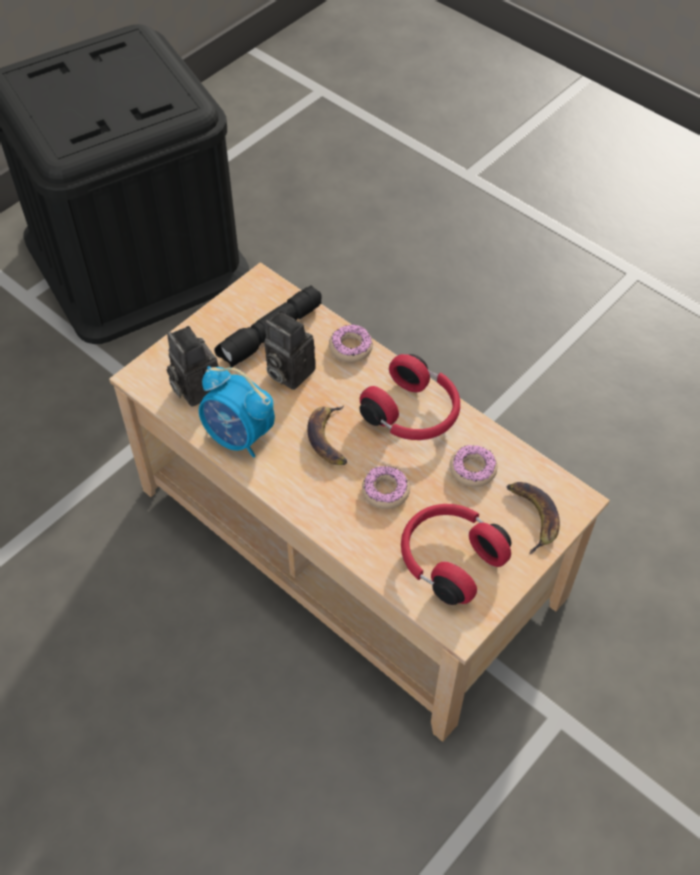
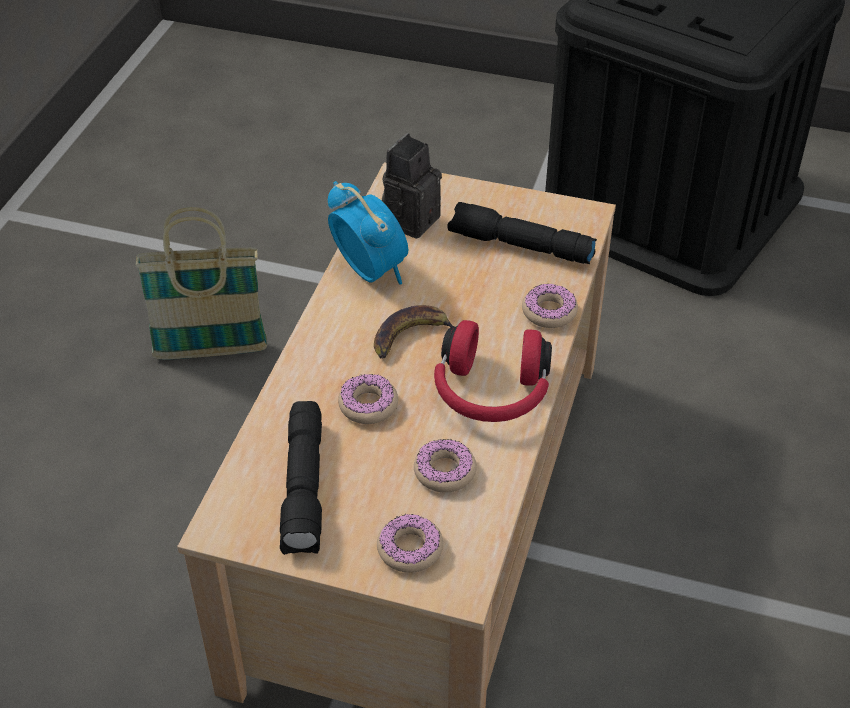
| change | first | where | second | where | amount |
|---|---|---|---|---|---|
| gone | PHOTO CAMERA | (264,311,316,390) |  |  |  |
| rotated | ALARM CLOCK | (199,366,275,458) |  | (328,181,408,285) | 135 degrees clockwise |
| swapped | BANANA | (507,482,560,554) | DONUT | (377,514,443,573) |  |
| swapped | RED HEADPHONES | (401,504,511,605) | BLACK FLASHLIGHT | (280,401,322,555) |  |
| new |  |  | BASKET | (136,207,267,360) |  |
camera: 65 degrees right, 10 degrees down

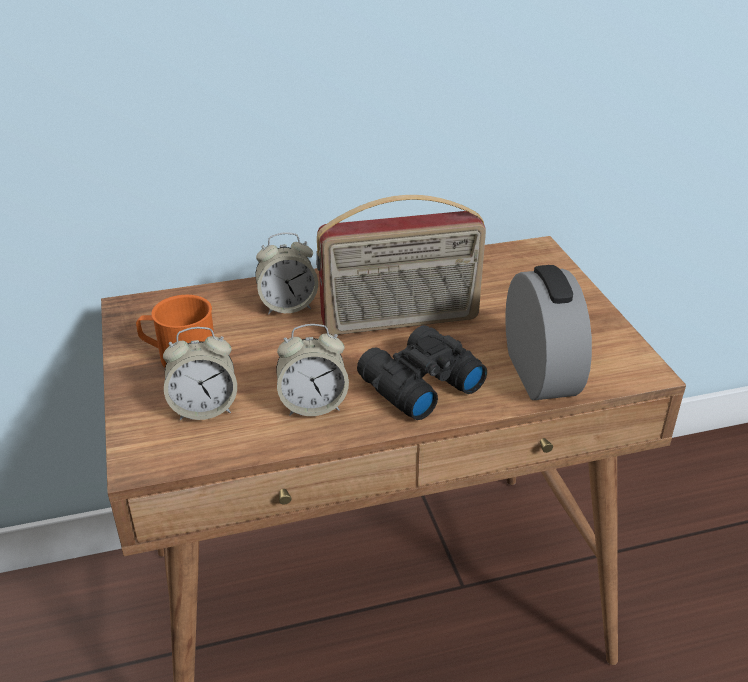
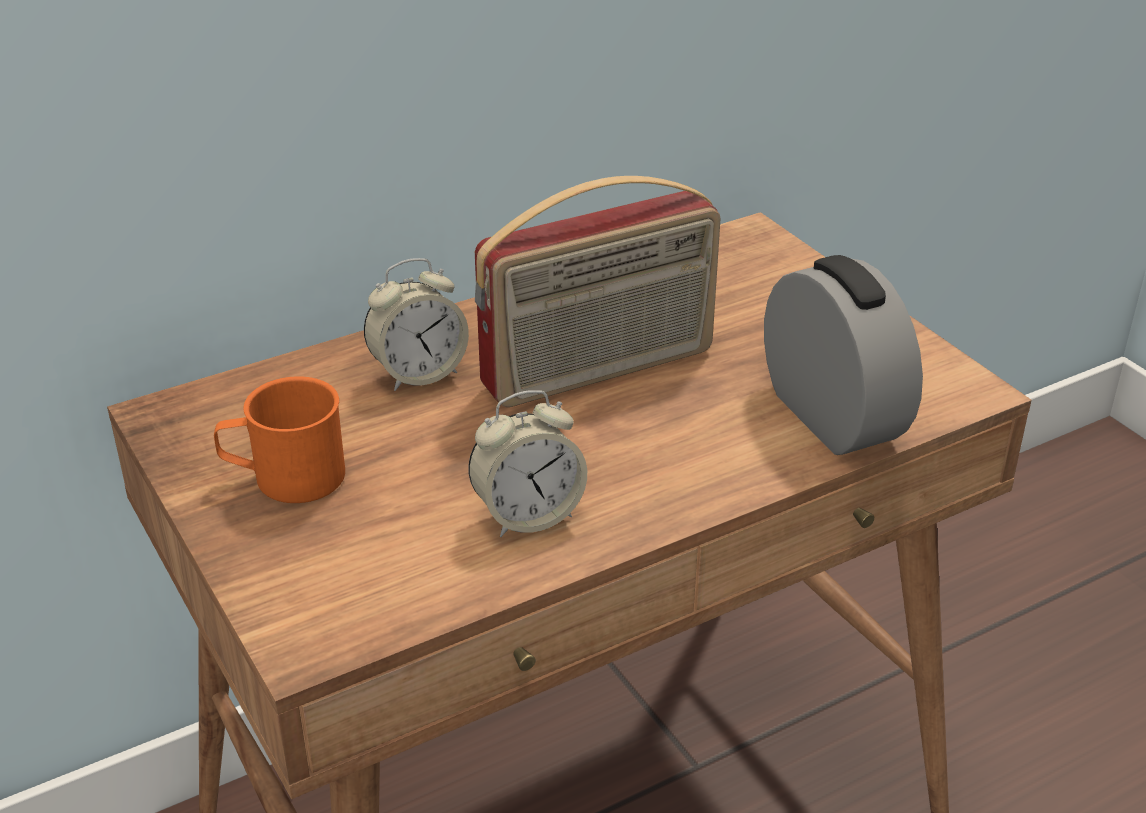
| change | first | where | second | where | amount |
|---|---|---|---|---|---|
| gone | BLACK BINOCULARS | (357,325,487,420) |  |  |  |
| gone | ALARM CLOCK | (163,327,237,420) |  |  |  |
camera: 15 degrees left, 0 degrees up

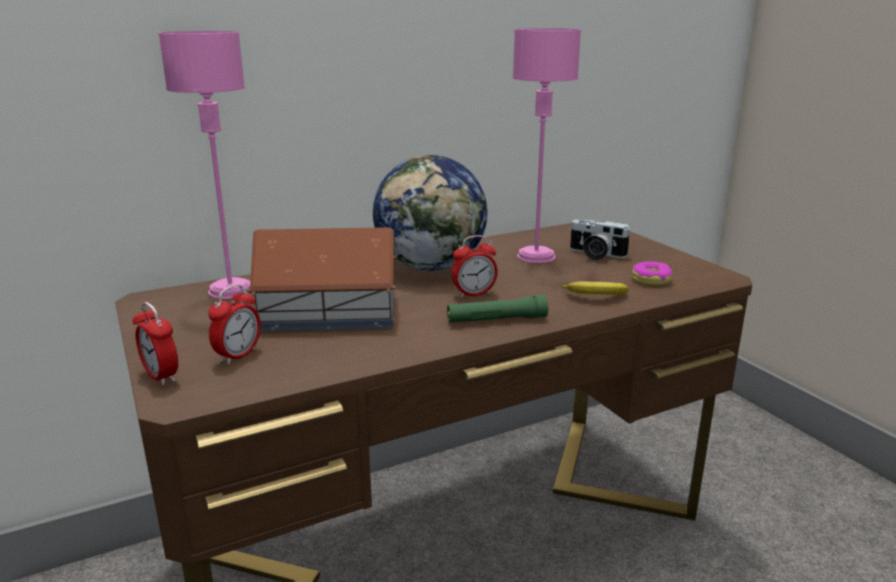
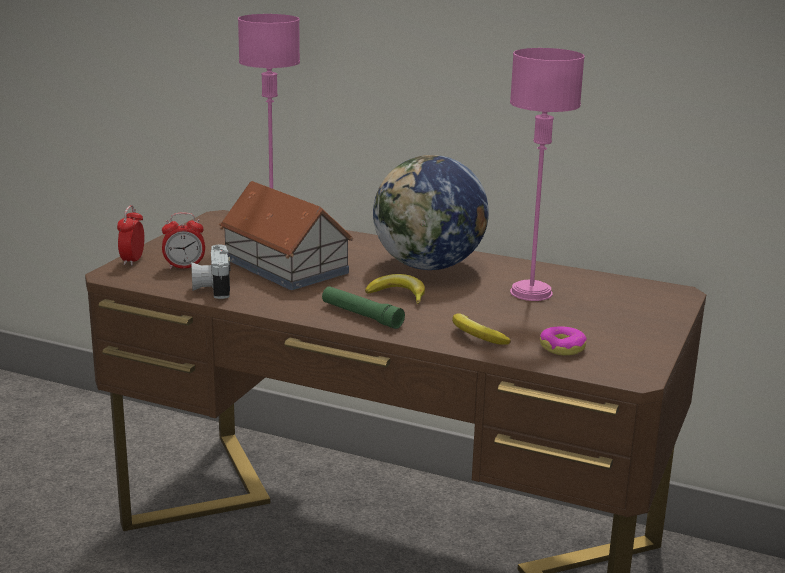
| change | first | where | second | where | amount |
|---|---|---|---|---|---|
| shifted | PHOTO CAMERA | (570,220,631,261) |  | (191,245,230,299) |  |
| swapped | ALARM CLOCK | (451,235,498,298) | BANANA | (365,274,425,304) |  |
camera: 50 degrees right, 0 degrees up

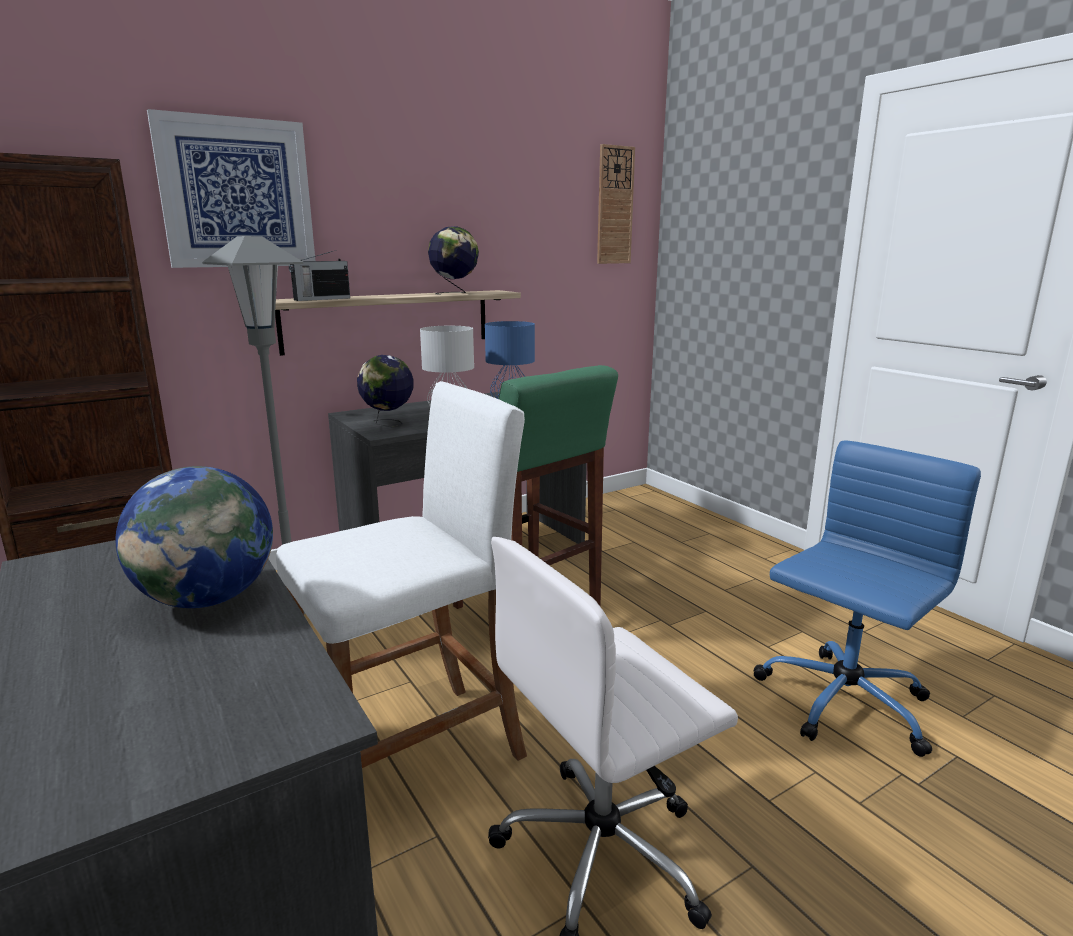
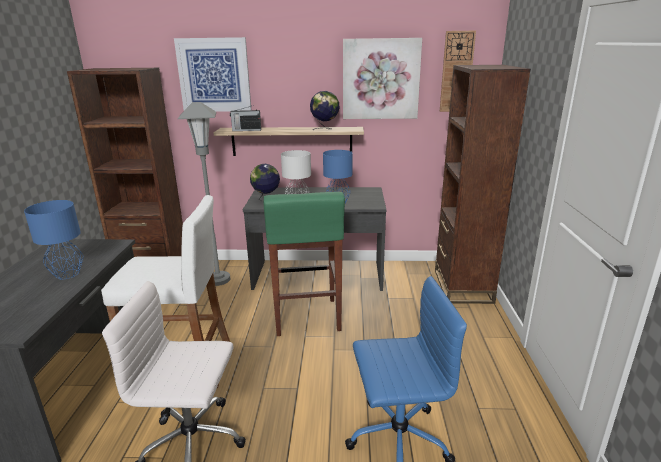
| change | first | where | second | where | amount |
|---|---|---|---|---|---|
| swapped | GLOBE | (116,466,273,608) | BLUE TABLE LAMP | (24,200,84,280) |  |
| new |  |  | PICTURE | (343,38,422,119) |  |
| new |  |  | BROWN BOOKCASE | (435,65,531,304) |  |
camera: 35 degrees right, 5 degrees up

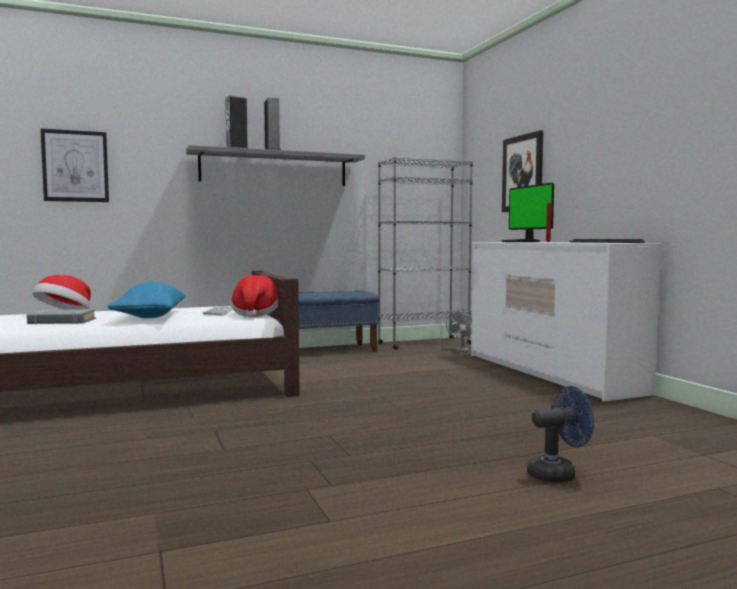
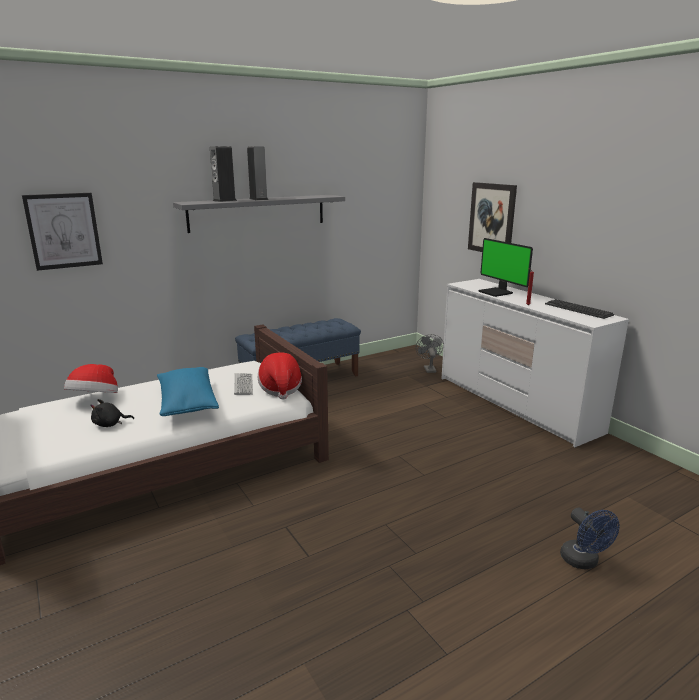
| change | first | where | second | where | amount |
|---|---|---|---|---|---|
| gone | GREY BOOKCASE | (378,157,473,350) |  |  |  |
| swapped | GREY BOOK | (27,309,96,324) | BLACK PLUSH TOY | (90,399,134,427) |  |
| rotated | BLUE FAN | (527,386,594,483) |  | (560,508,620,570) | 90 degrees clockwise |
camera: 10 degrees left, 15 degrees up

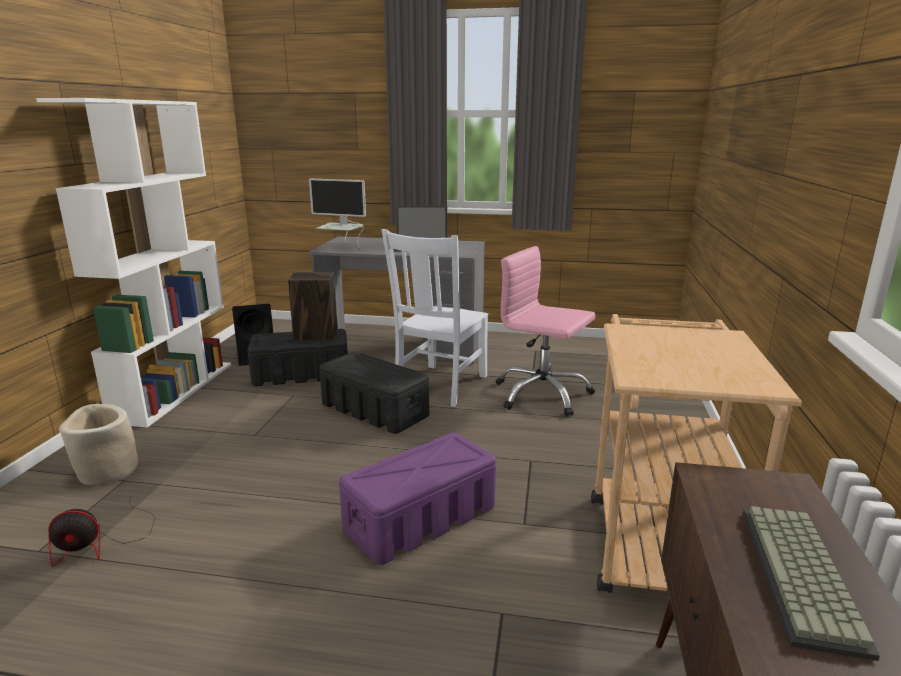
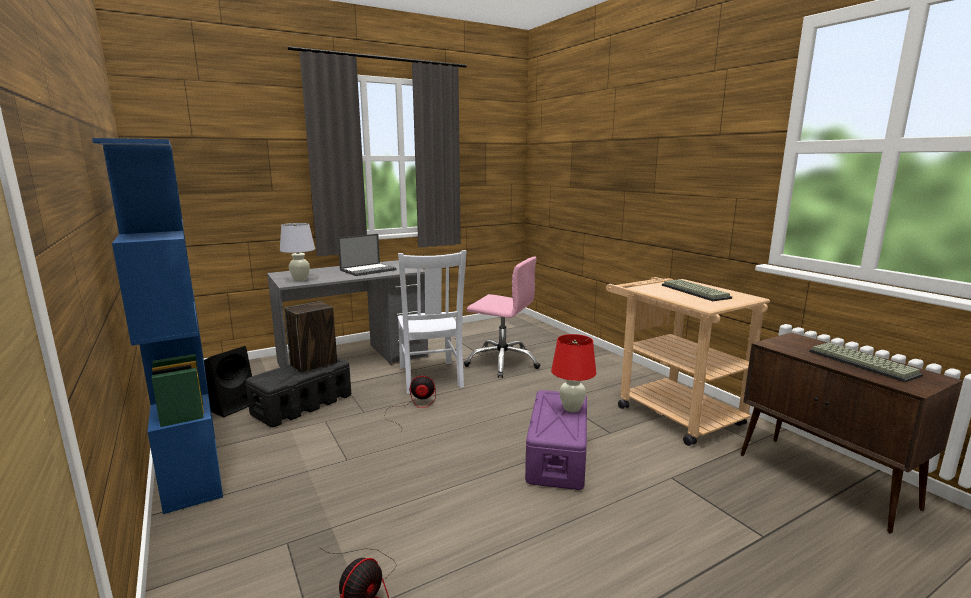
| change | first | where | second | where | amount |
|---|---|---|---|---|---|
| repainted | WHITE BOOKCASE | (36,98,231,428) | BLUE BOOKCASE | (92,138,223,514) |  |
| swapped | MONITOR | (309,179,366,248) | WHITE TABLE LAMP | (280,223,315,281) |  |
| rotated | PINK OFFICE CHAIR | (496,246,595,416) |  | (464,256,541,378) | 150 degrees counterclockwise |
| swapped | BLACK STORAGE BOX | (319,352,429,434) | FAN | (384,376,436,433) |  |
| gone | BEIGE PLANTER | (59,404,138,485) |  |  |  |
| new |  |  | KEYBOARD | (662,279,732,301) |  |
| new |  |  | RED TABLE LAMP | (551,334,596,412) |  |
camera: 40 degrees left, 5 degrees down

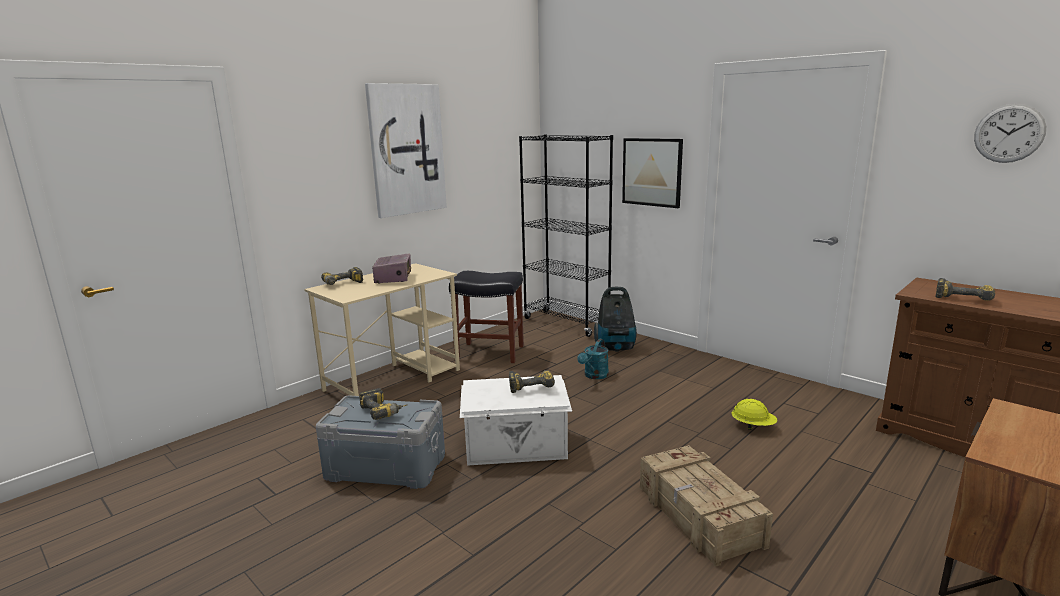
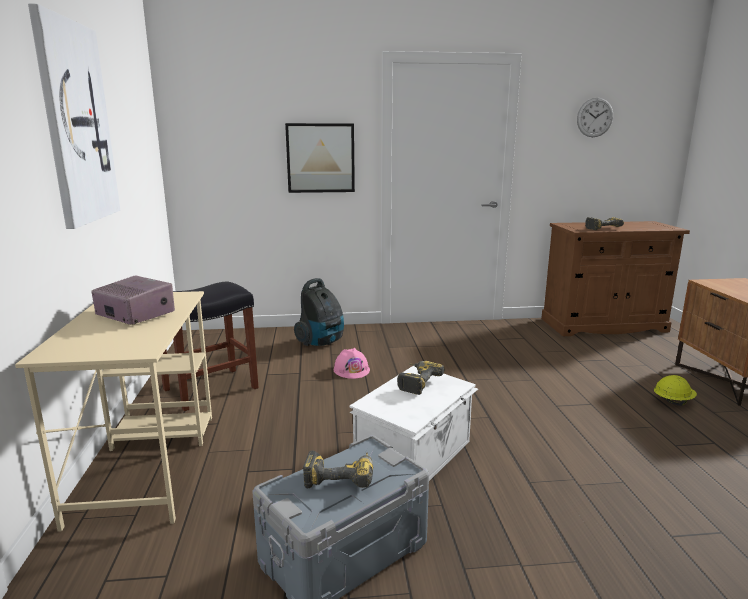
| change | first | where | second | where | amount |
|---|---|---|---|---|---|
| gone | BLACK BOOKCASE | (519,135,613,337) |  |  |  |
| gone | POWER DRILL | (321,267,363,285) |  |  |  |
| swapped | TURQUOISE WATERING CAN | (577,339,609,379) | PINK HARD HAT | (334,348,370,379) |  |
| shifted | YELLOW HARD HAT | (732,399,778,430) |  | (654,375,697,406) |  |
| gone | CRATE | (640,445,773,567) |  |  |  |
camera: 50 degrees left, 0 degrees up

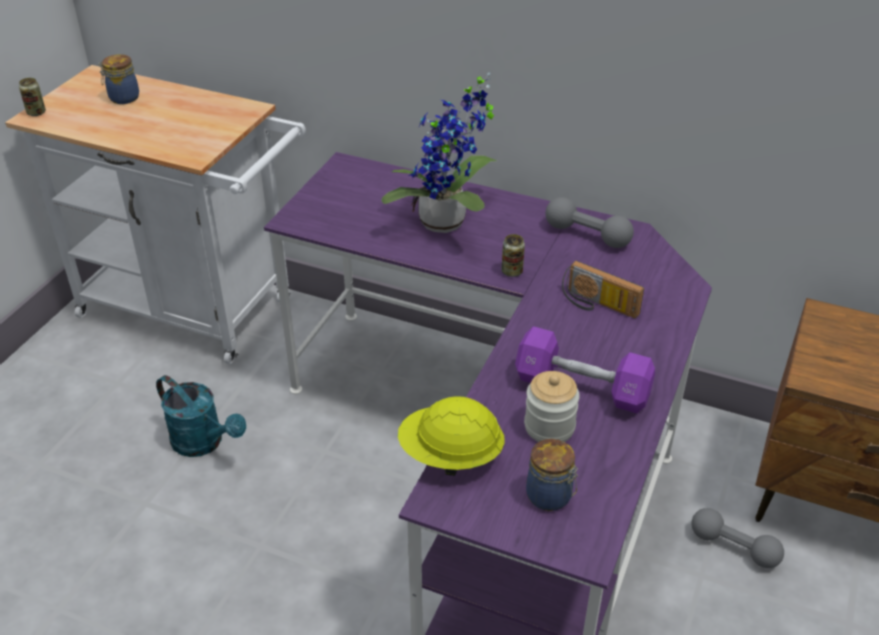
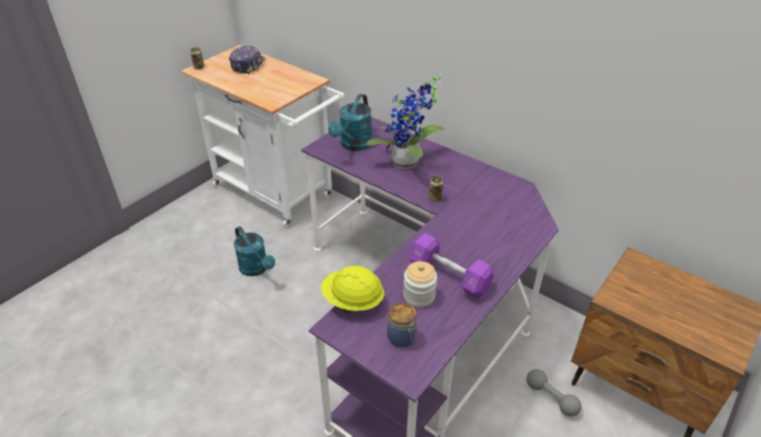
| change | first | where | second | where | amount |
|---|---|---|---|---|---|
| swapped | JAR | (98,54,139,104) | CAP | (229,46,265,74) |  |
| gone | GREY DUMBBELL | (546,197,634,248) |  |  |  |
| gone | RADIO | (562,261,644,318) |  |  |  |
| new |  |  | TURQUOISE WATERING CAN | (328,94,373,151) |  |
camera: 15 degrees right, 0 degrees up

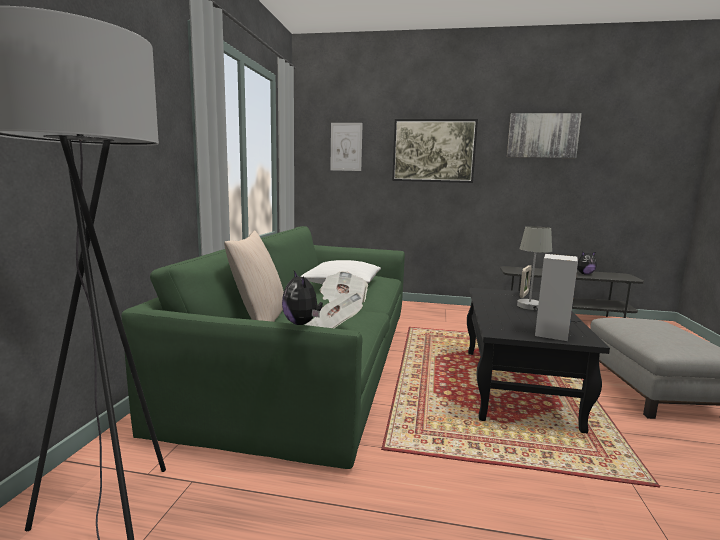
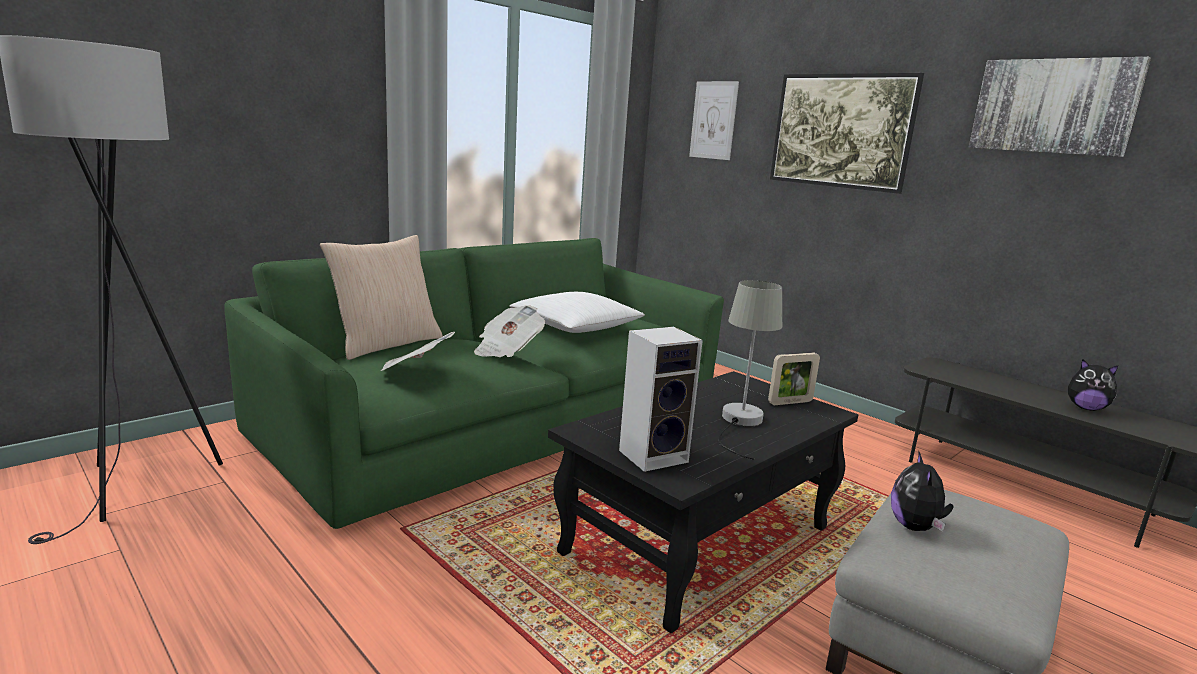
| change | first | where | second | where | amount |
|---|---|---|---|---|---|
| shifted | PLUSH TOY | (282,271,323,325) |  | (891,451,954,531) |  |
camera: 35 degrees right, 5 degrees up

